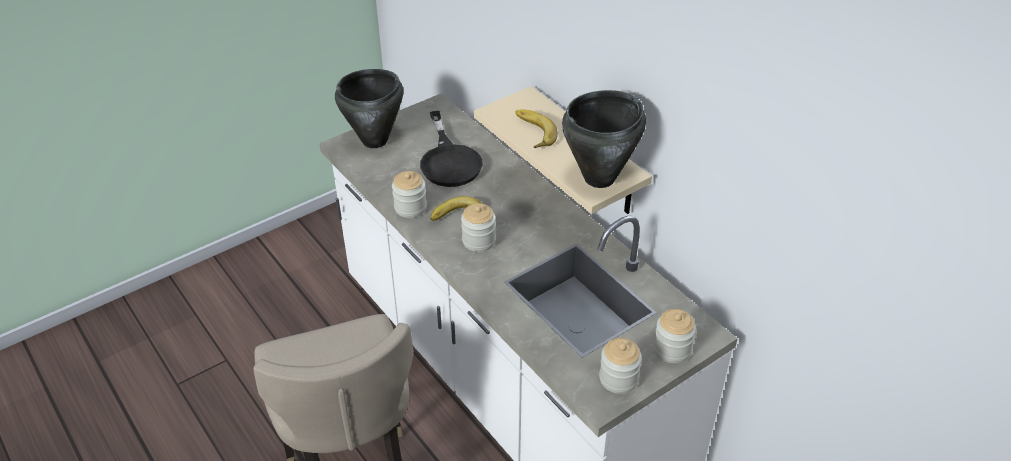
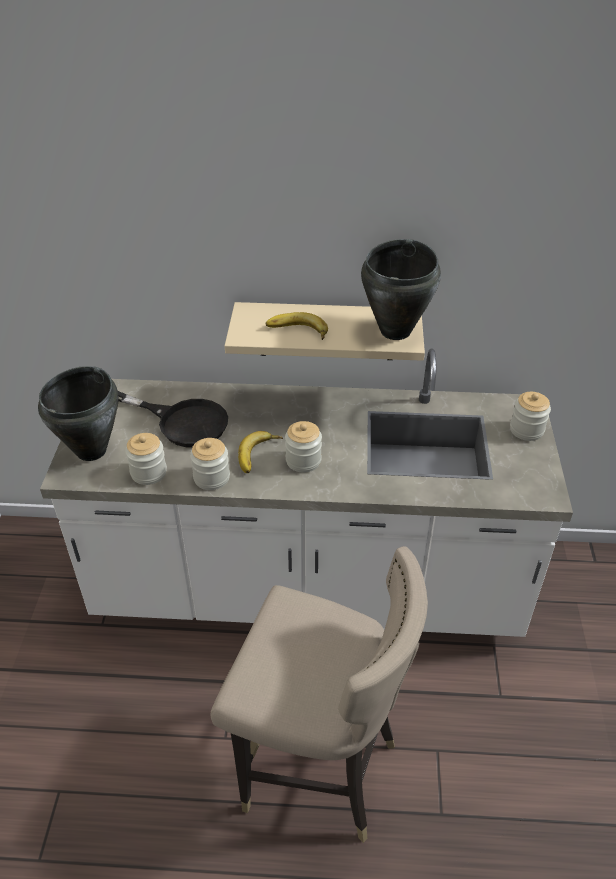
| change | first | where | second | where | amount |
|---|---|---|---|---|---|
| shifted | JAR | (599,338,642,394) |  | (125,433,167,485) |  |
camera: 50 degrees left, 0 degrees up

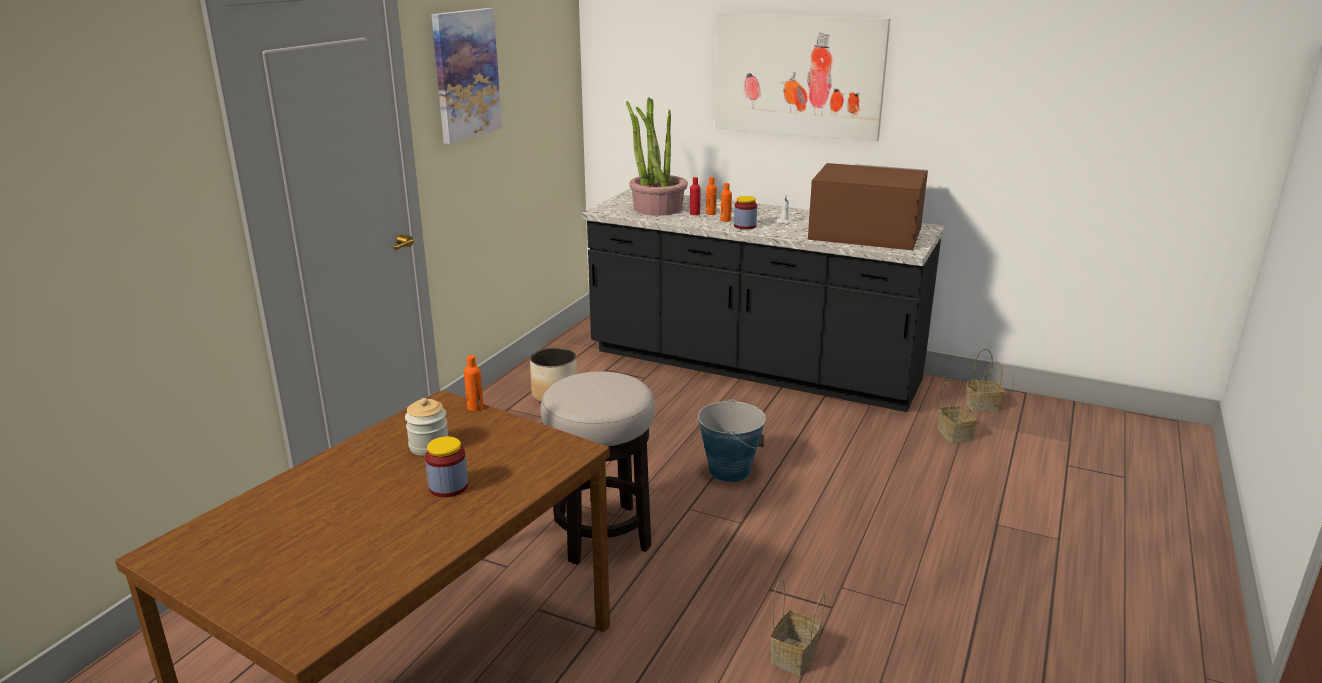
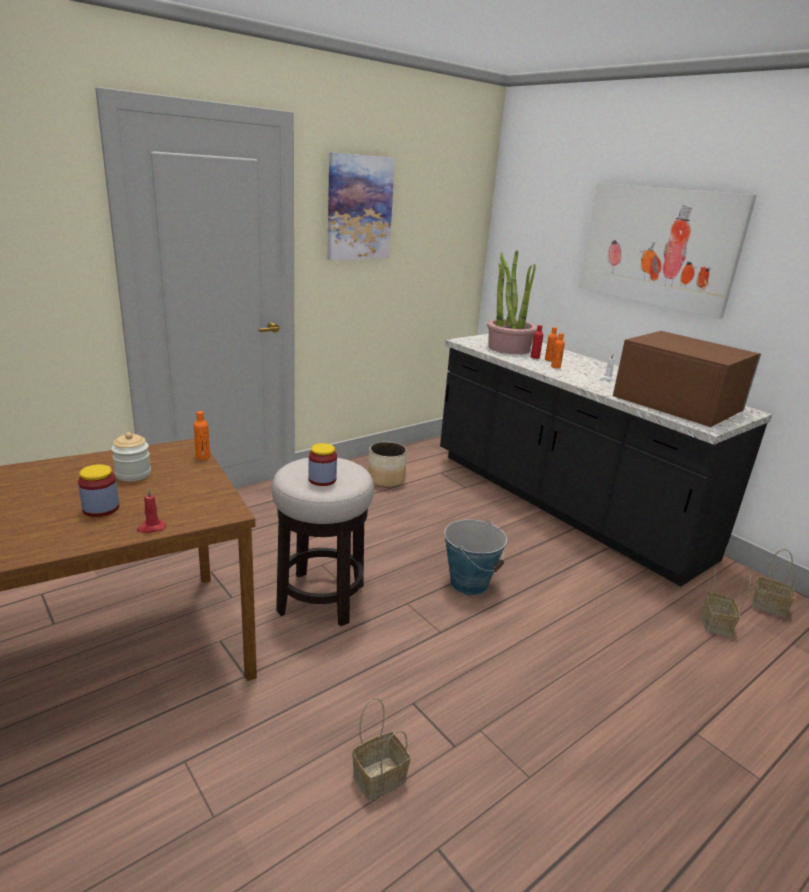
| change | first | where | second | where | amount |
|---|---|---|---|---|---|
| shifted | JAR | (734,196,757,229) |  | (308,443,337,486) |  |
| new |  |  | RED CANDLE | (137,488,166,533) |  |
camera: 25 degrees right, 0 degrees up

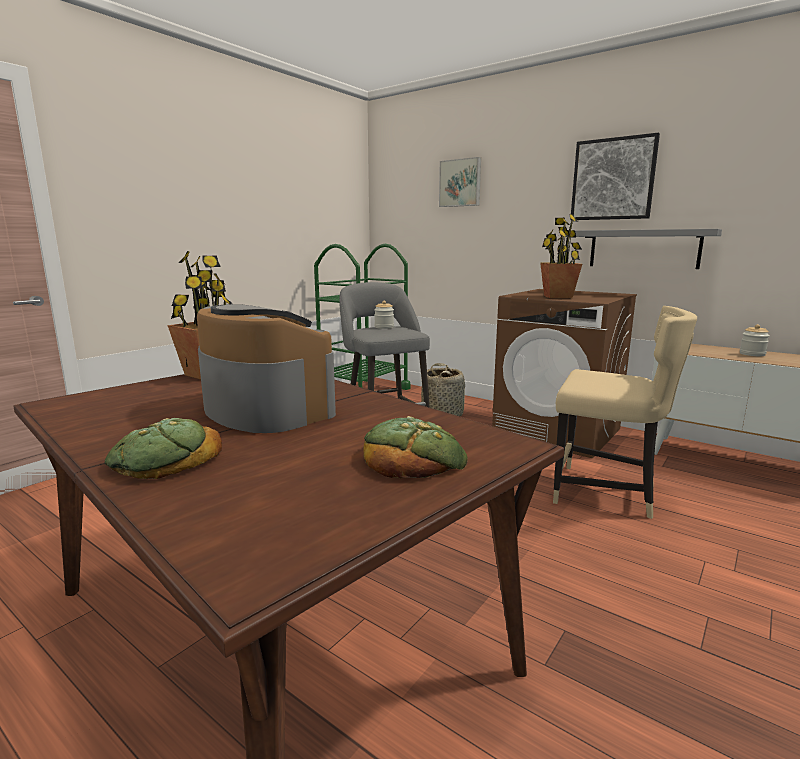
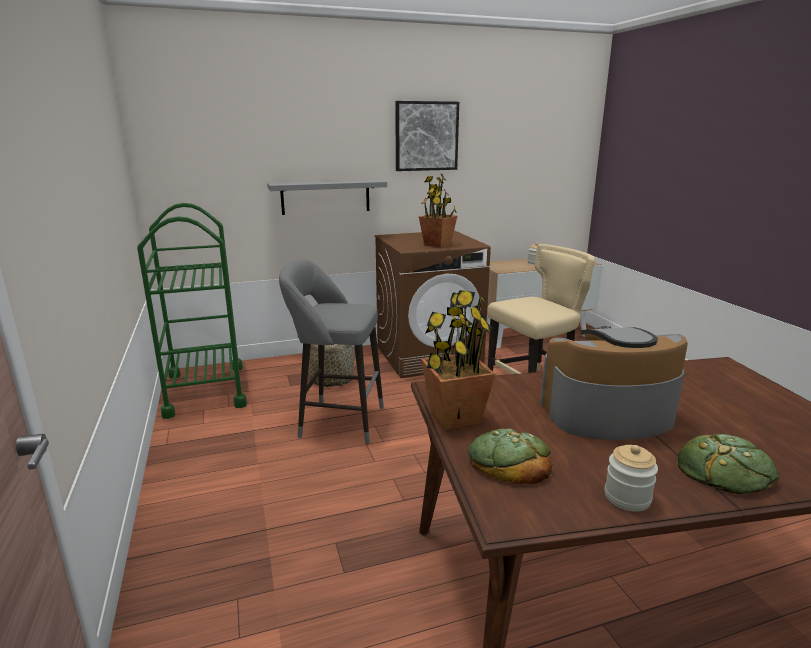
| change | first | where | second | where | amount |
|---|---|---|---|---|---|
| gone | PICTURE | (439,157,481,207) |  |  |  |
| shifted | GREY SHELF | (575,229,722,269) |  | (267,179,387,215) |  |
| shifted | JAR | (374,301,394,329) |  | (604,445,658,512) |  |
| shifted | BREAD | (363,416,468,478) |  | (468,429,552,484) |  |
camera: 55 degrees left, 5 degrees up

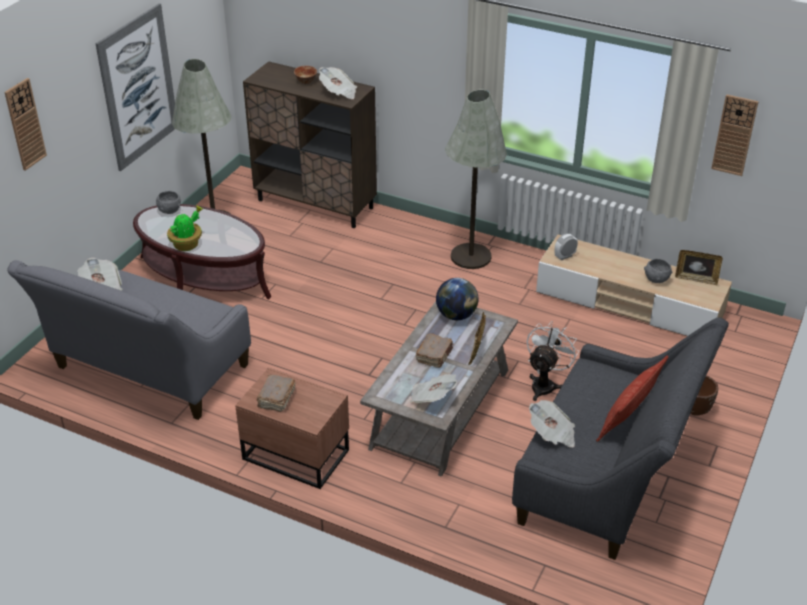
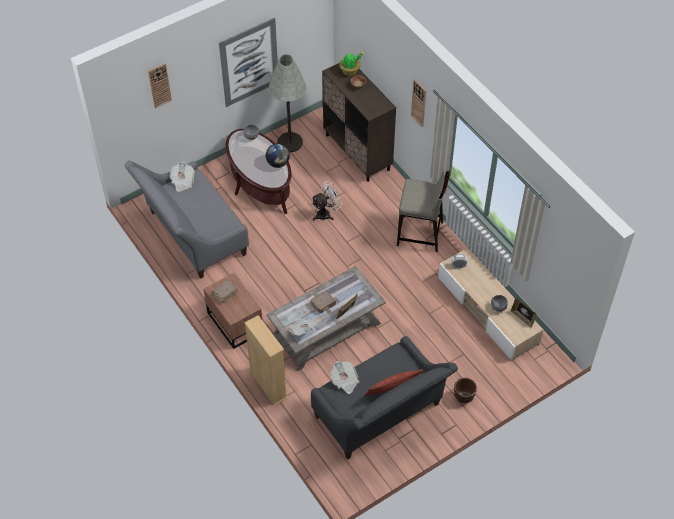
| change | first | where | second | where | amount |
|---|---|---|---|---|---|
| gone | NEWSPAPER | (319,67,357,99) |  |  |  |
| swapped | GREY FLOOR LAMP | (445,90,507,269) | BEIGE STOOL | (397,168,450,252) |  |
| shifted | WALL CLOCK | (711,94,759,176) |  | (411,79,426,127) |  |
| shifted | POTTED PLANT | (167,206,203,251) |  | (339,51,365,76) |  |
| shifted | GLOBE | (436,278,478,320) |  | (266,144,290,168) |  |
| shifted | WHITE FAN | (527,321,579,401) |  | (312,181,342,221) |  |
| new |  |  | BEIGE BOOKCASE | (245,315,288,406) |  |
camera: 30 degrees right, 15 degrees up

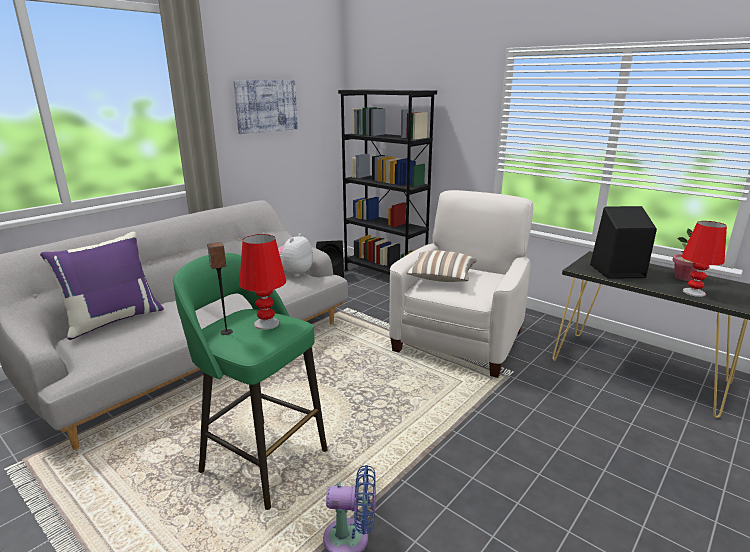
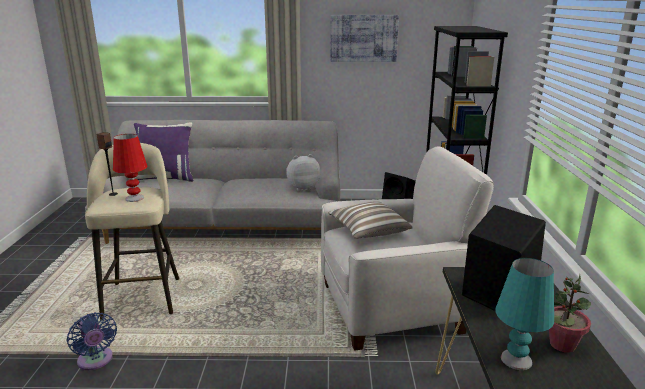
| change | first | where | second | where | amount |
|---|---|---|---|---|---|
| repainted | RED TABLE LAMP | (682,221,727,297) | TURQUOISE TABLE LAMP | (495,258,554,370) |  |
| repainted | GREEN STOOL | (173,253,328,510) | BEIGE STOOL | (85,143,180,320) |  |
camera: 50 degrees right, 0 degrees up

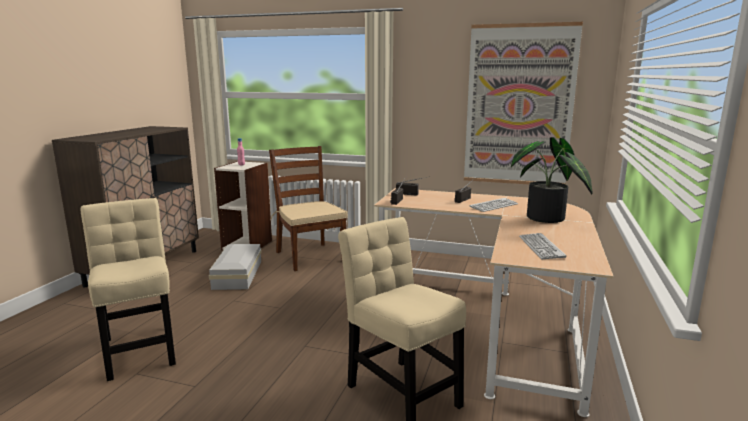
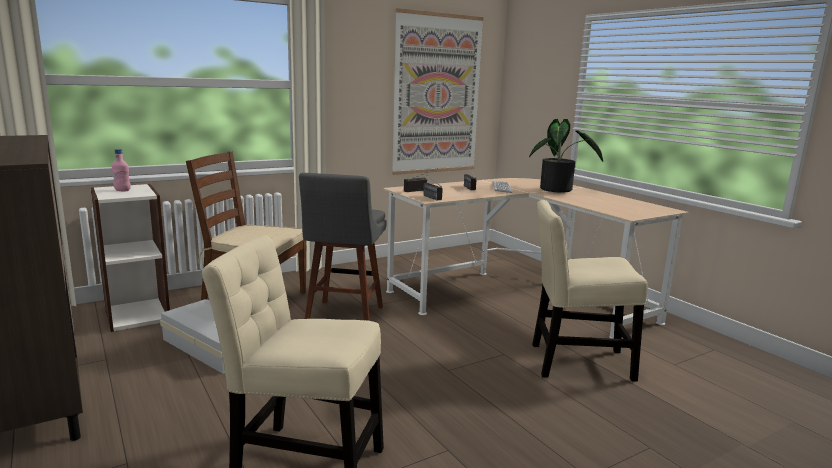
| change | first | where | second | where | amount |
|---|---|---|---|---|---|
| gone | KEYBOARD | (519,233,566,259) |  |  |  |
| new |  |  | GREY STOOL | (299,173,387,321) |  |
camera: 50 degrees left, 0 degrees up

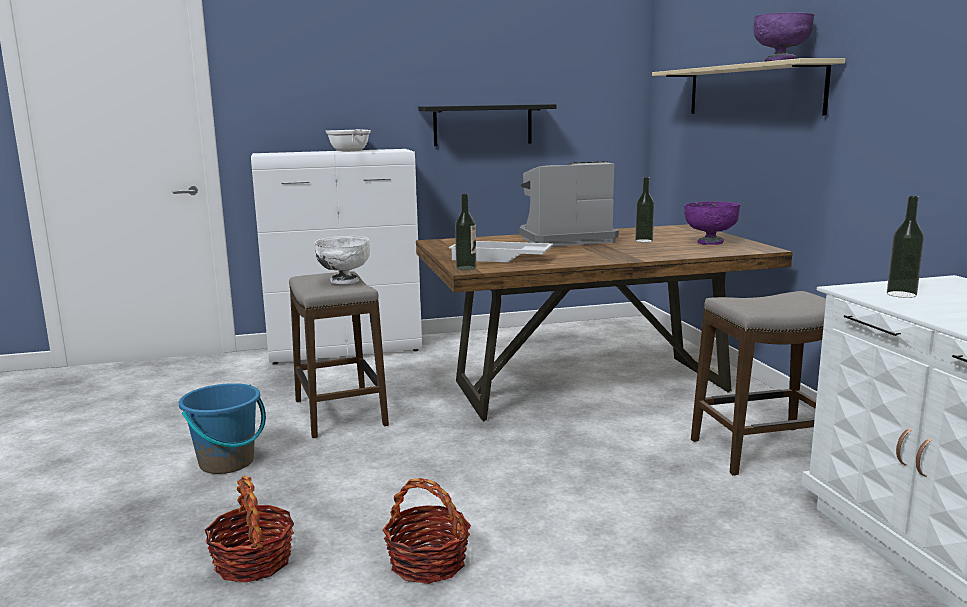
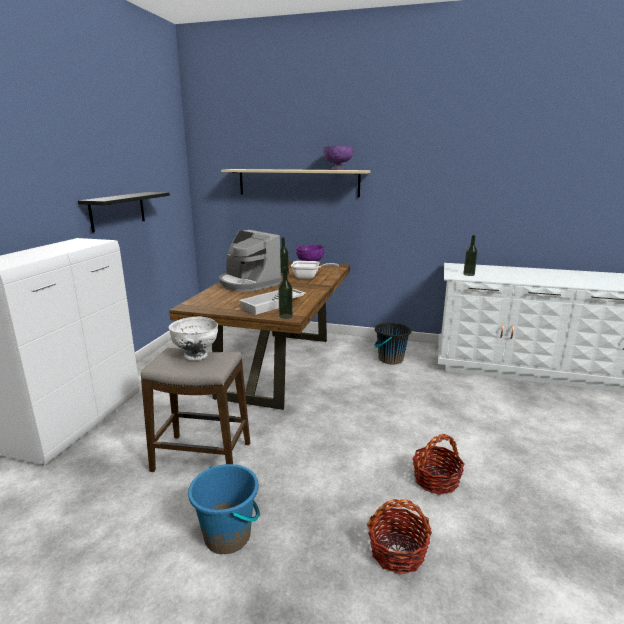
| change | first | where | second | where | amount |
|---|---|---|---|---|---|
| shifted | FRYING PAN | (326,129,371,152) |  | (291,261,339,279) |  |
| rotated | COFFEE MACHINE | (519,161,619,247) |  | (219,230,282,292) | 60 degrees counterclockwise |
| swapped | STOOL | (691,291,826,476) | BLACK BUCKET | (374,323,411,364) |  |
camera: 60 degrees left, 5 degrees up

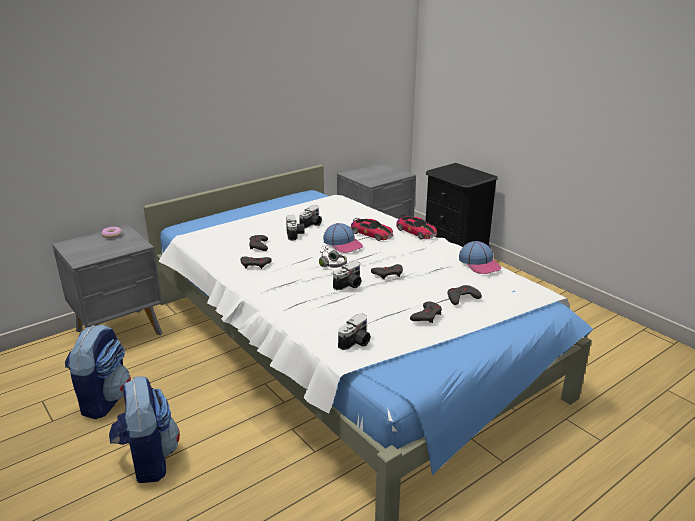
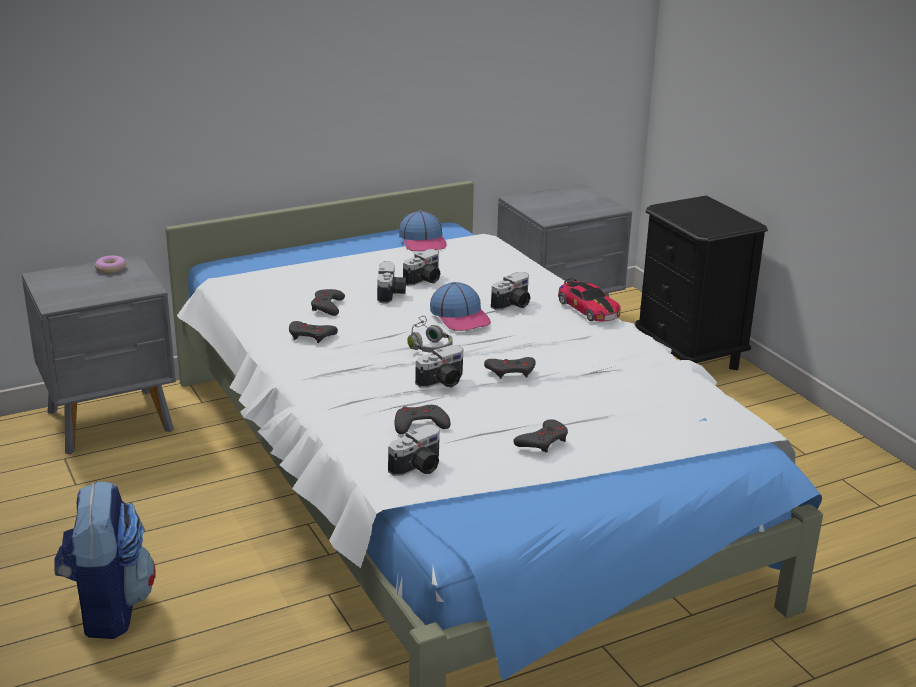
| change | first | where | second | where | amount |
|---|---|---|---|---|---|
| swapped | TOY CAR | (351,218,393,241) | PHOTO CAMERA | (491,272,531,310) |  |
| shifted | CAP | (459,241,501,274) |  | (399,211,447,251) |  |
| shifted | GREY GAME CONTROLLER | (447,285,482,305) |  | (394,405,451,434) |  |
| gone | BACKPACK | (65,324,131,419) |  |  |  |
camera: 10 degrees right, 0 degrees up

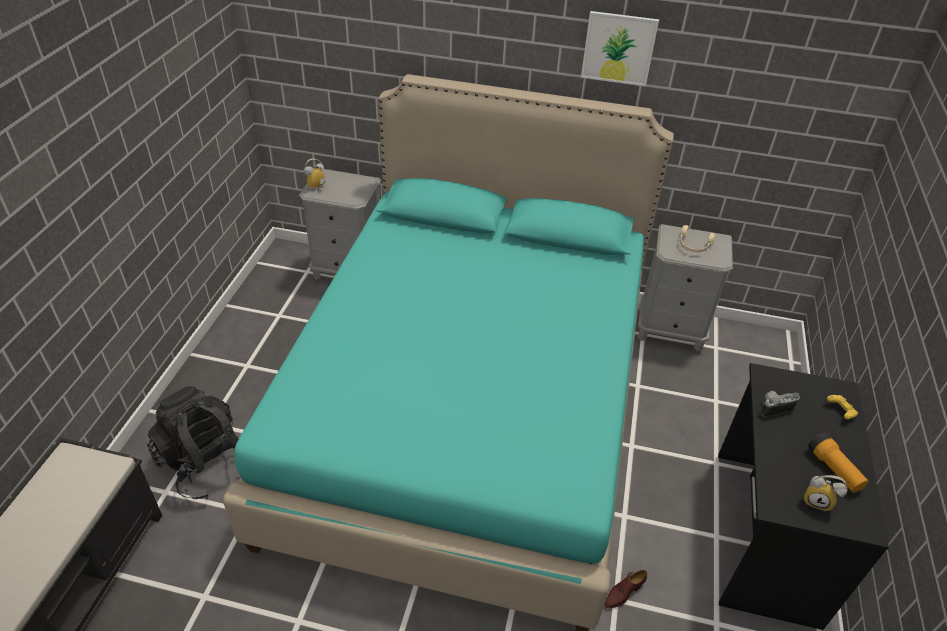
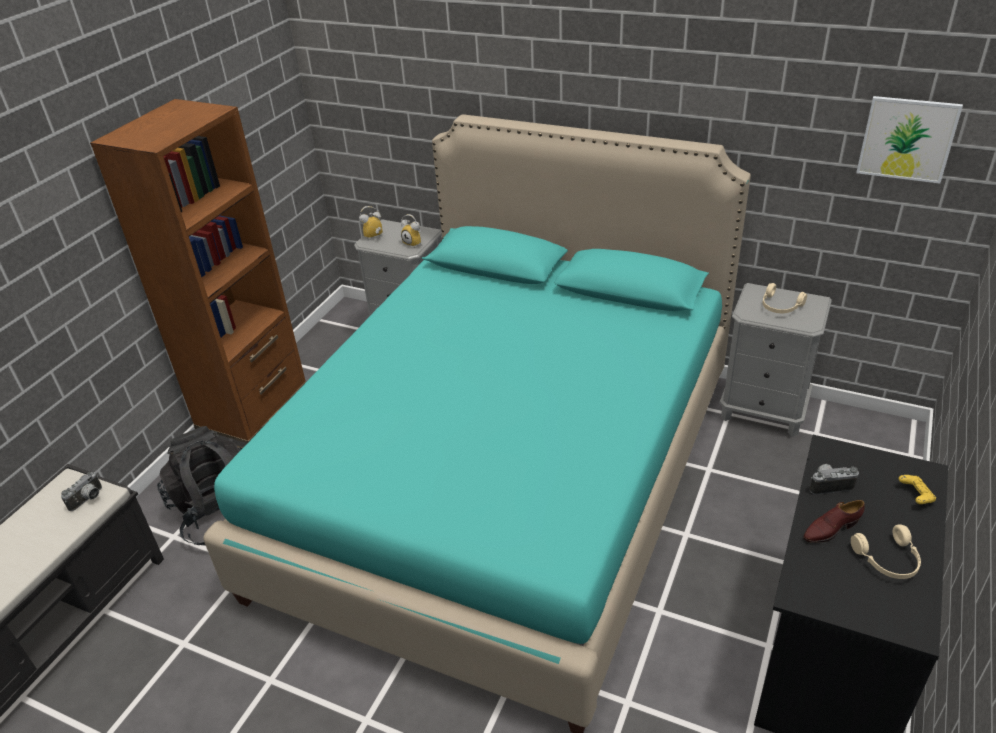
| change | first | where | second | where | amount |
|---|---|---|---|---|---|
| shifted | PICTURE | (581,11,659,86) |  | (856,96,963,184) |  |
| swapped | FLASHLIGHT | (808,433,869,493) | BEIGE HEADPHONES | (851,524,921,579) |  |
| shifted | ALARM CLOCK | (804,475,847,511) |  | (401,214,421,248) |  |
| shifted | BROWN SHOE | (604,570,647,608) |  | (803,500,865,543) |  |
| new |  |  | BROWN BOOKCASE | (90,99,306,449) |  |
| new |  |  | PHOTO CAMERA | (61,472,102,511) |  |
camera: 15 degrees right, 5 degrees down

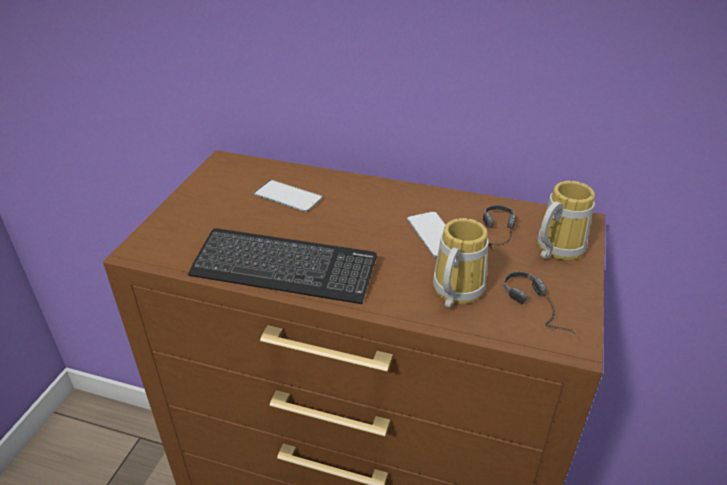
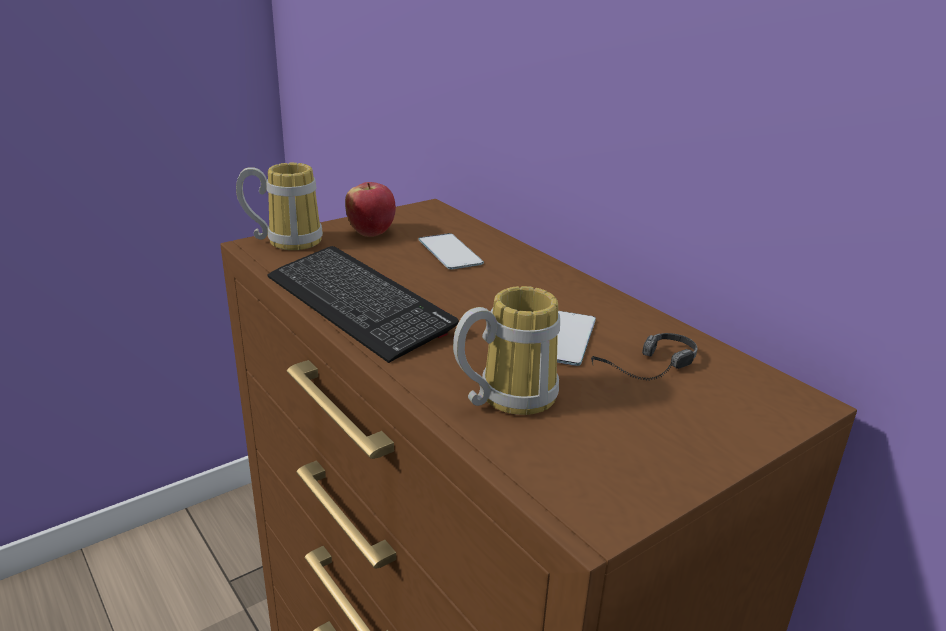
| change | first | where | second | where | amount |
|---|---|---|---|---|---|
| shifted | MUG | (537,181,595,260) |  | (236,163,323,250) |  |
| gone | HEADPHONES | (504,272,577,335) |  |  |  |
| new |  |  | APPLE | (345,182,396,237) |  |
camera: 35 degrees right, 10 degrees down

